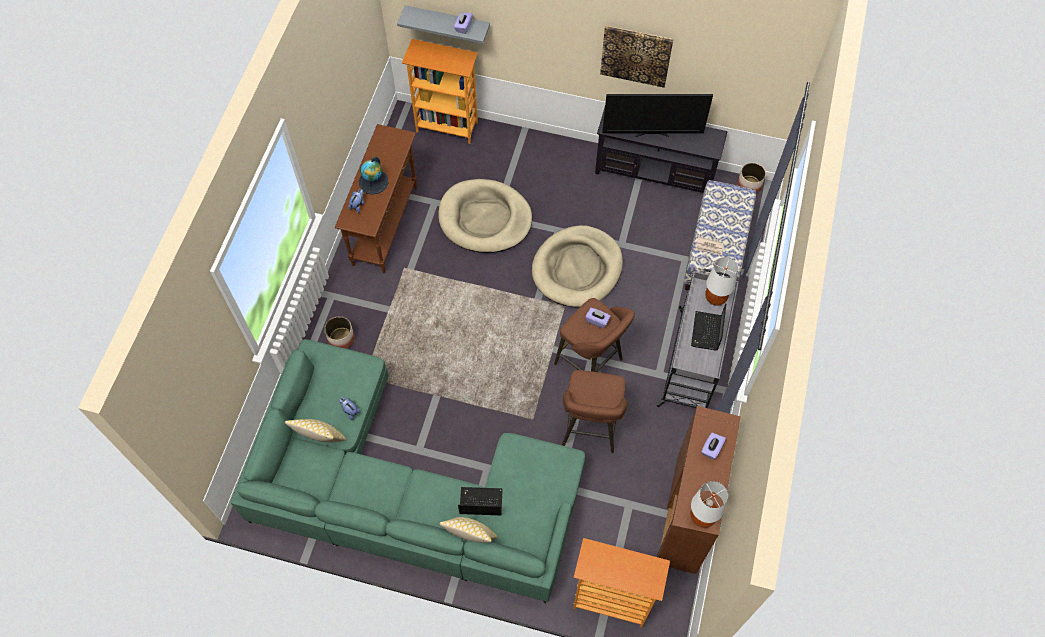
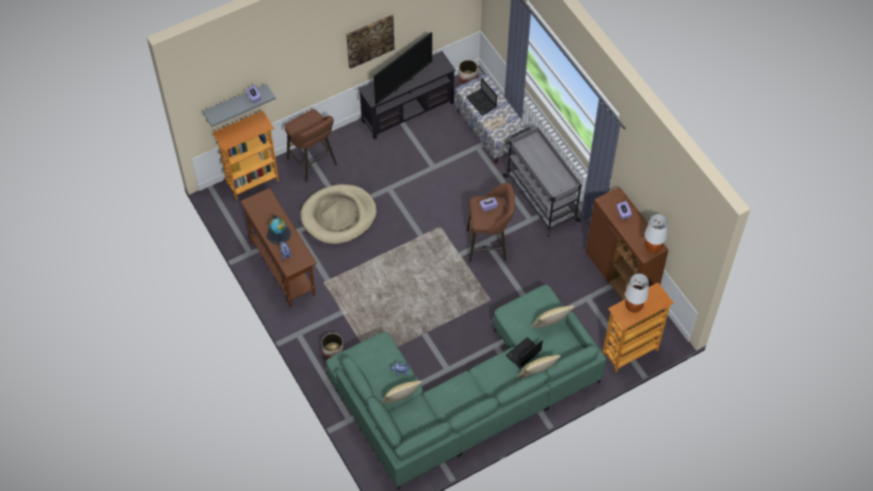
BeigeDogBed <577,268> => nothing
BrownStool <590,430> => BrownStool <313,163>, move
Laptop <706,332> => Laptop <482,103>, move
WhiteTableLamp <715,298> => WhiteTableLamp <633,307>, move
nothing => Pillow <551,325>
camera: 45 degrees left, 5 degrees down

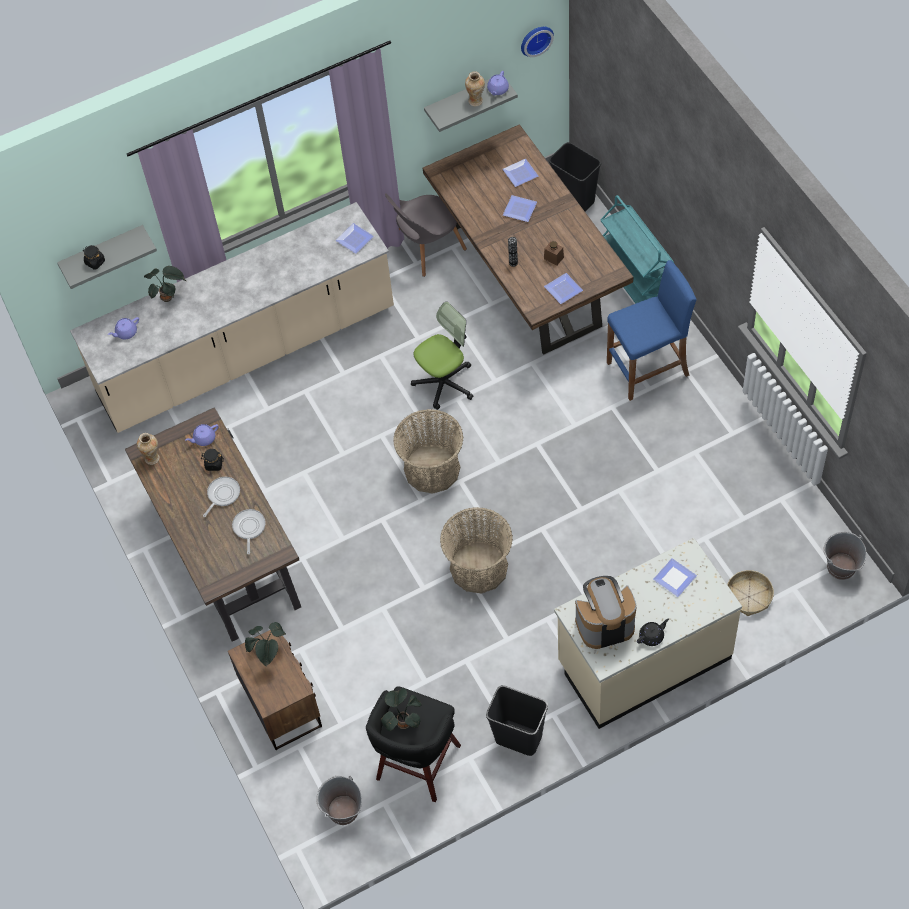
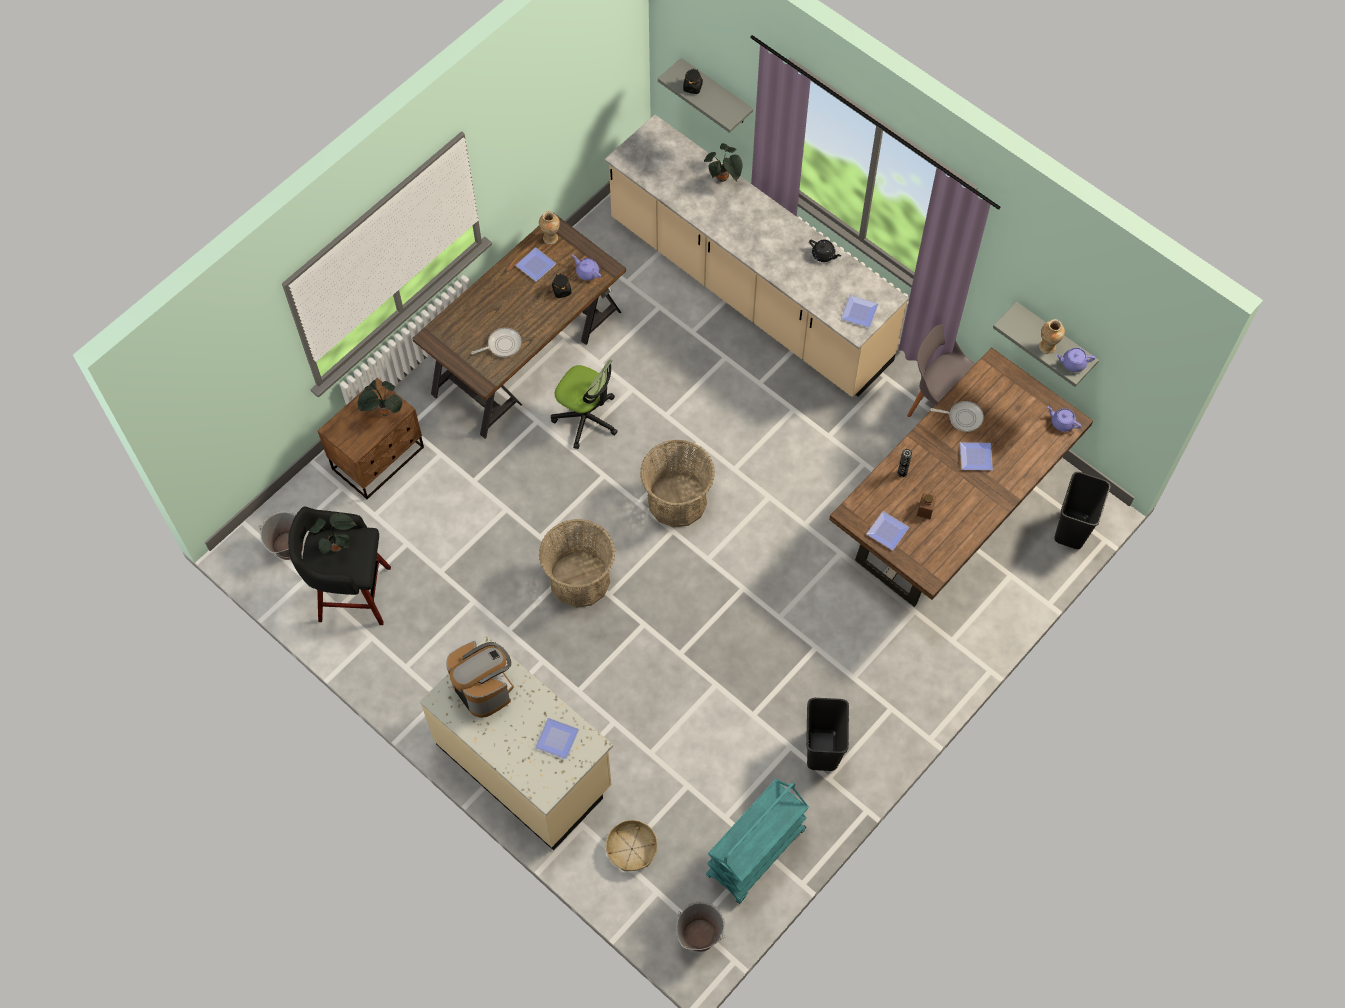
PurpleTeapot <126,332> => PurpleTeapot <1062,422>, move
FryingPan <222,495> => FryingPan <963,417>, move
OfficeChair <444,383> => OfficeChair <586,418>, move
BlackTrashCan <518,738> => BlackTrashCan <821,749>, move
Plate <519,173> => Plate <535,264>, move
WallClock <535,39> => nothing
TurquoiseCart <635,281> => TurquoiseCart <756,854>, move
BlueStool <648,369> => nothing
BlackTeapot <652,636> => BlackTeapot <824,255>, move
camera: 65 degrees right, 5 degrees up

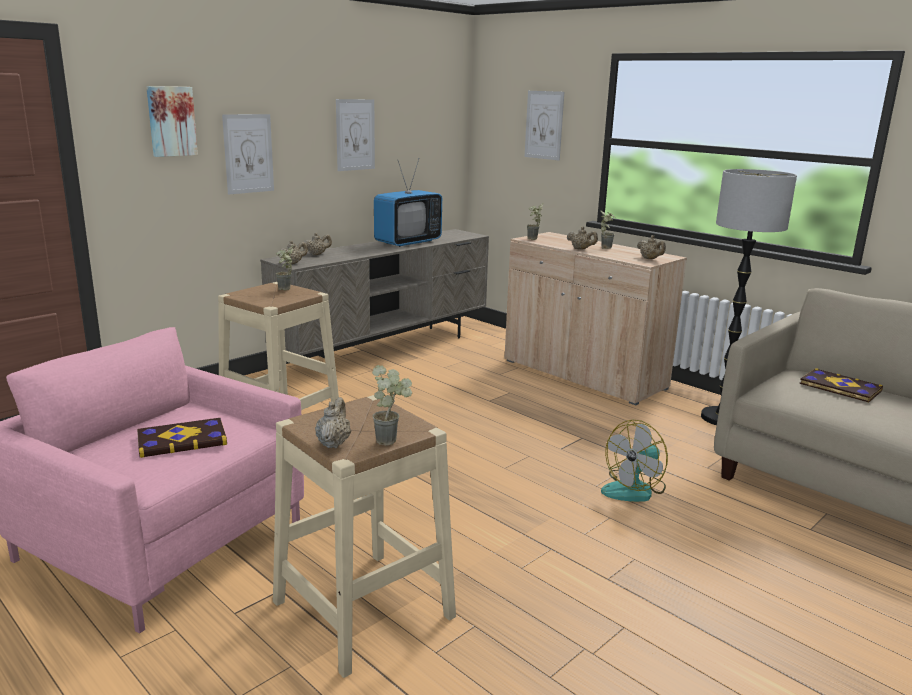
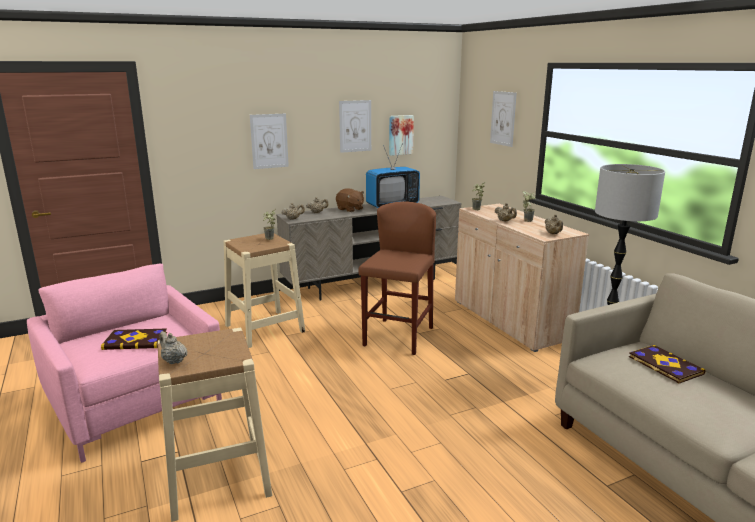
Picture <171,121> => Picture <400,135>, move
BeigeTeapot <333,443> => BeigeTeapot <173,361>, 75 degrees counterclockwise
PottedPlant <392,440> => nothing
Fan <634,489> => nothing
nothing => BrownPlushToy <350,209>
nothing => BrownStool <398,336>
camera: 20 degrees right, 0 degrees up

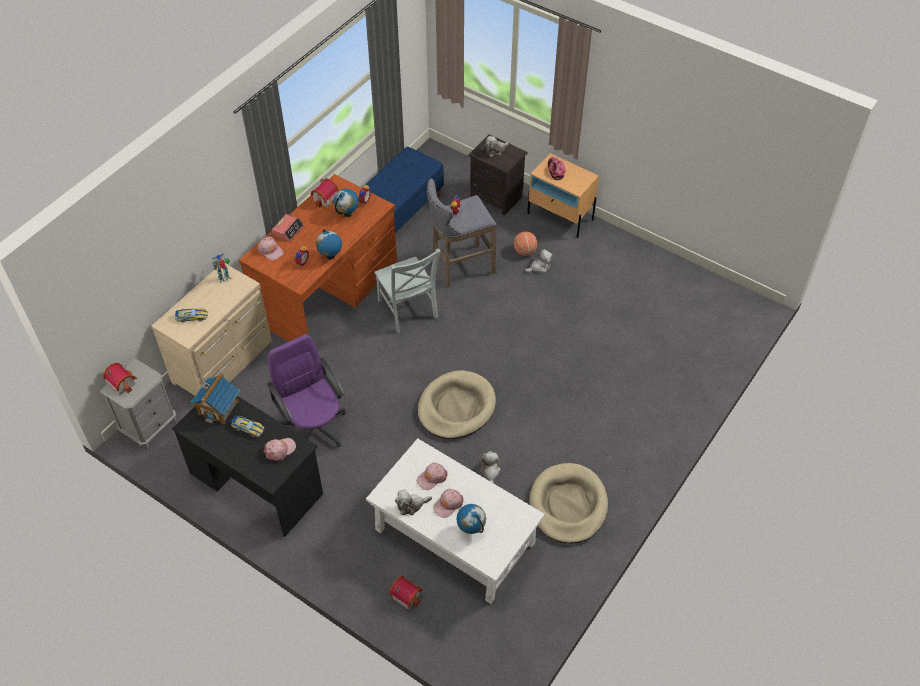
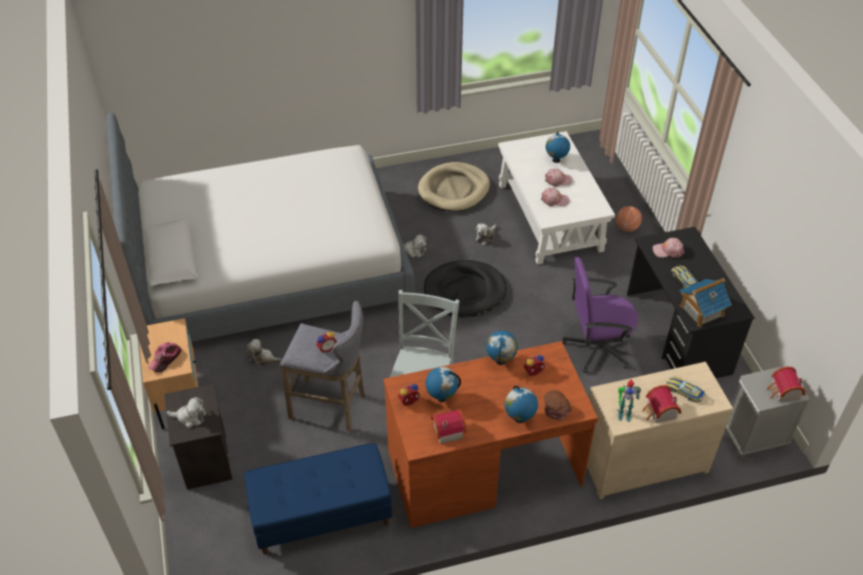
PinkCap <270,250> => BrownCap <556,406>
PurpleOfficeChair <314,427> => PurpleOfficeChair <596,347>, 75 degrees clockwise
AlarmClock <288,230> => Globe <519,419>
ToyHouse <407,595> => ToyHouse <659,413>, move
PlushToy <411,505> => PlushToy <414,250>, move
BeigeDogBed <456,407> => BlackDogBed <465,291>
Basketball <524,251> => Basketball <627,227>, move
nothing => Bed <271,268>
camera: 140 degrees left, 5 degrees down

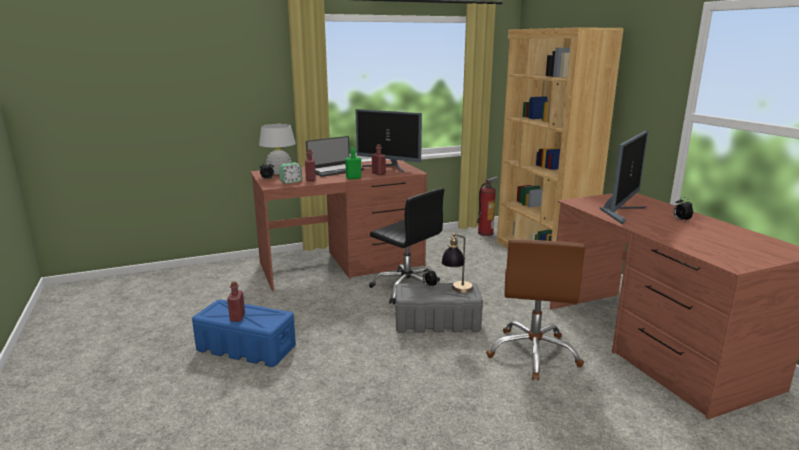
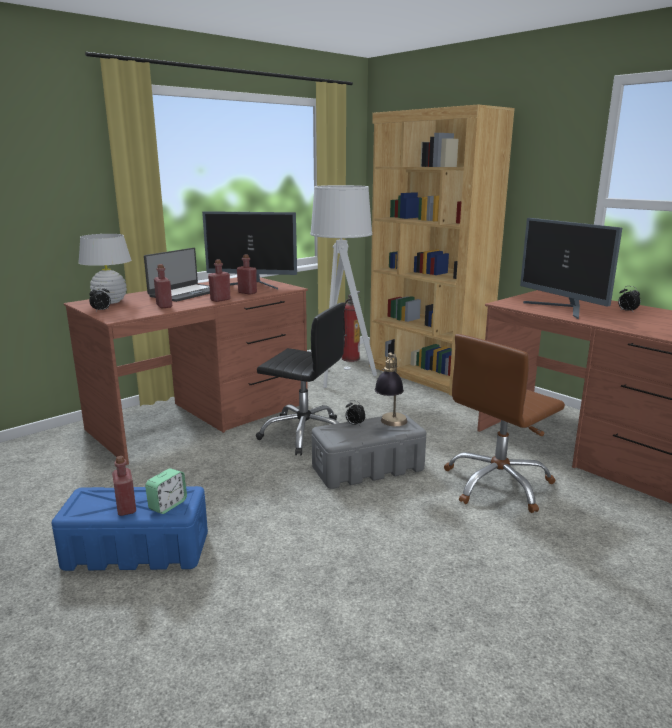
AlarmClock <291,182> => AlarmClock <168,505>, move
GreenBottle <353,178> => RedBottle <220,300>
BrownOfficeChair <533,353> => BrownOfficeChair <498,484>, 60 degrees clockwise
Monitor <620,212> => Monitor <562,309>, 135 degrees clockwise
nothing => GreyFloorLamp <341,376>
camera: 20 degrees left, 0 degrees up

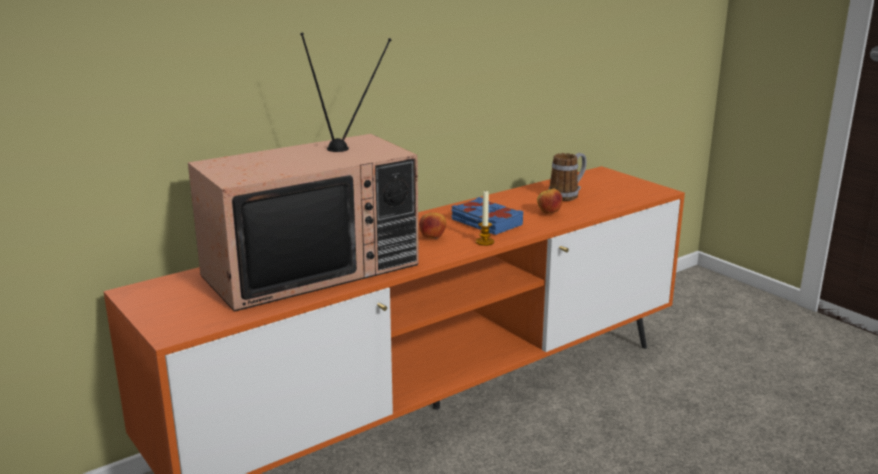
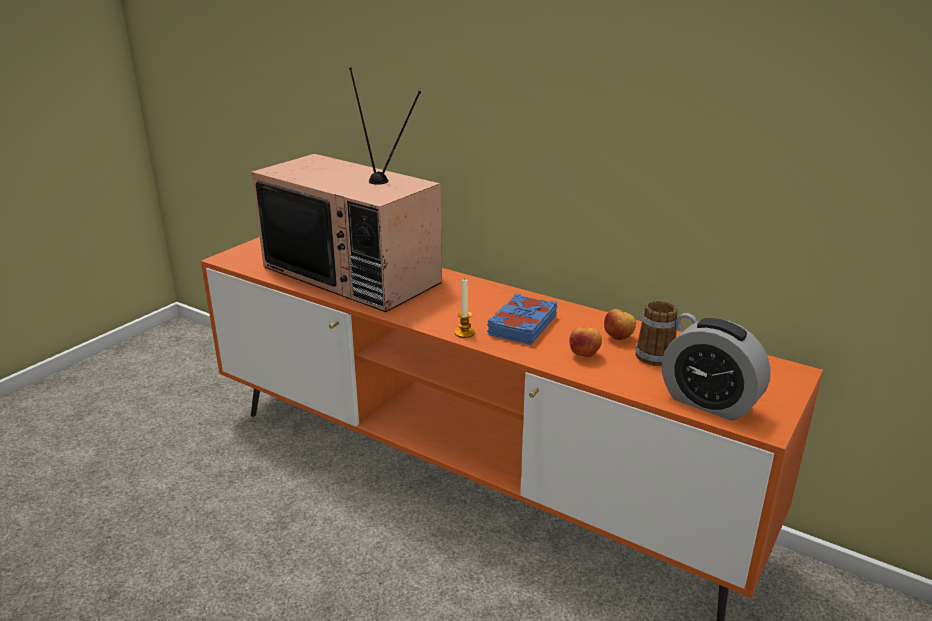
Apple <432,238> => Apple <619,338>, move
nothing => AlarmClock <709,402>
camera: 70 degrees right, 5 degrees up

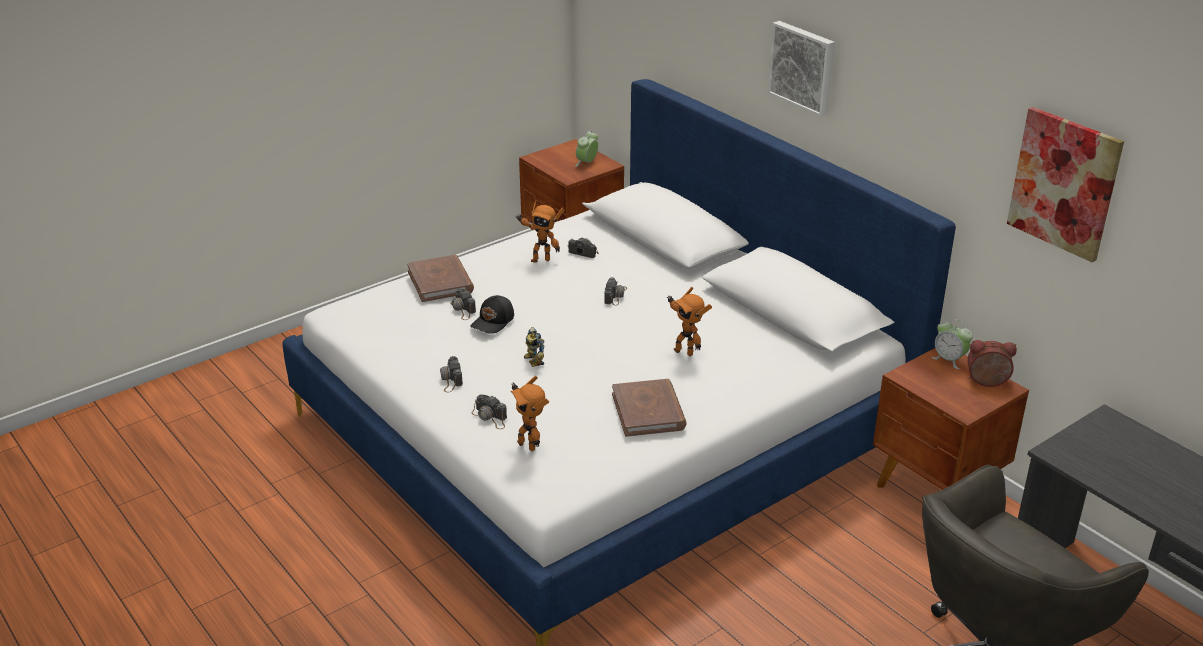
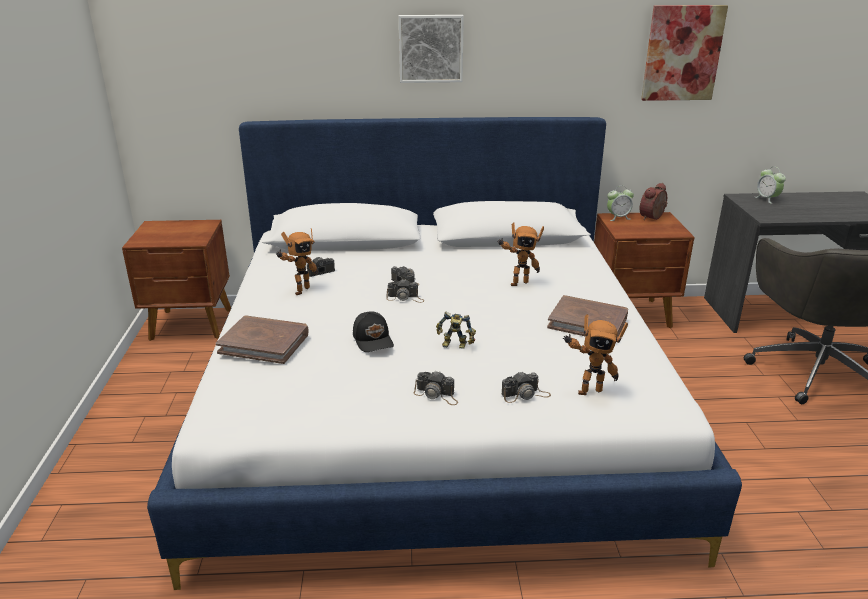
PhotoCamera <463,309> => PhotoCamera <405,298>, move
AlarmClock <587,163> => AlarmClock <767,199>, move
camera: 55 degrees left, 5 degrees down

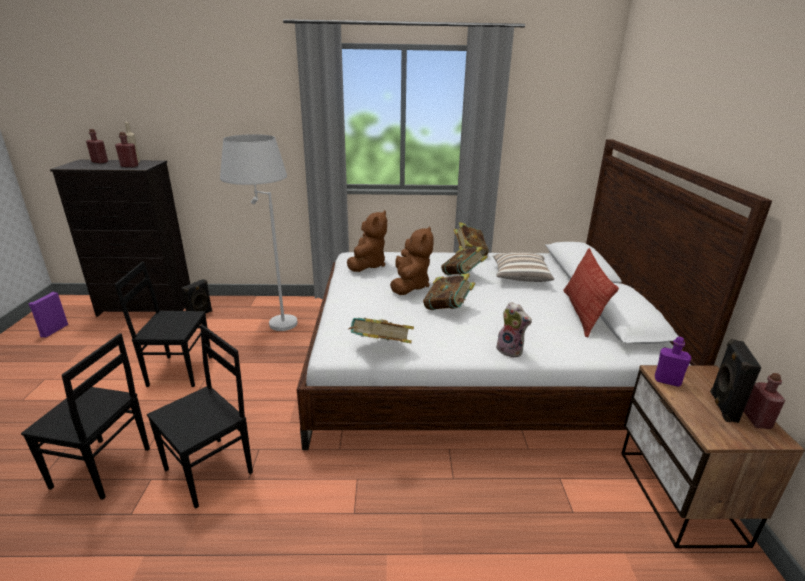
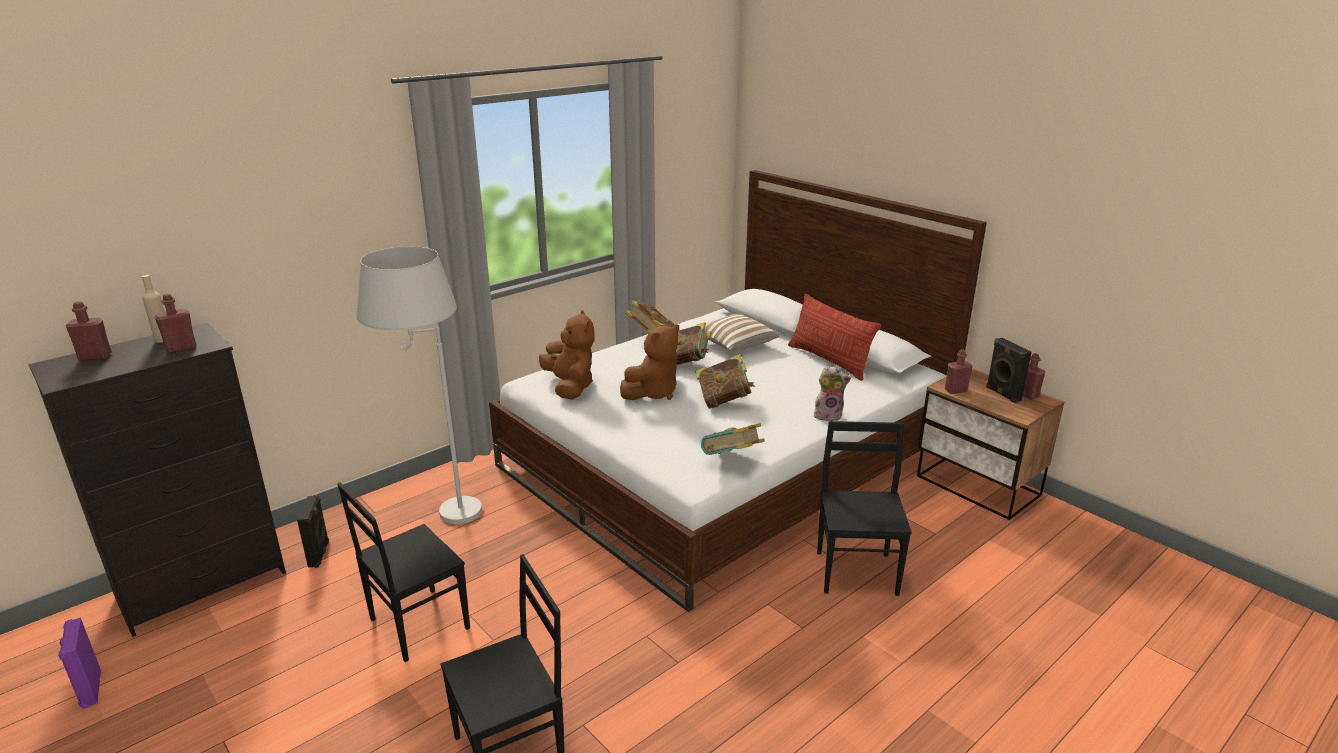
BlackChair <210,471> => BlackChair <857,572>, move
BrownPlushToy <410,286> => BrownPlushToy <653,392>, 75 degrees clockwise
PurpleBottle <667,381> => RedBottle <955,390>
camera: 40 degrees left, 0 degrees up

